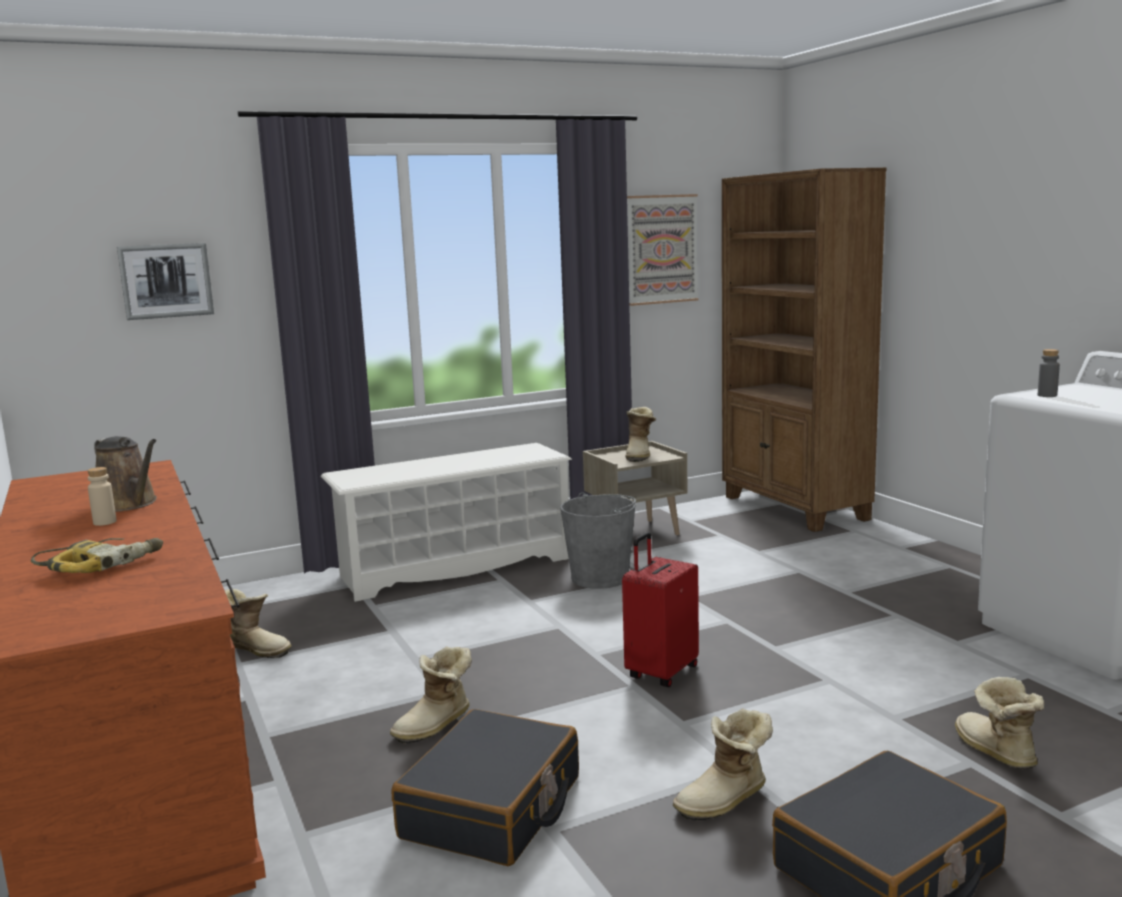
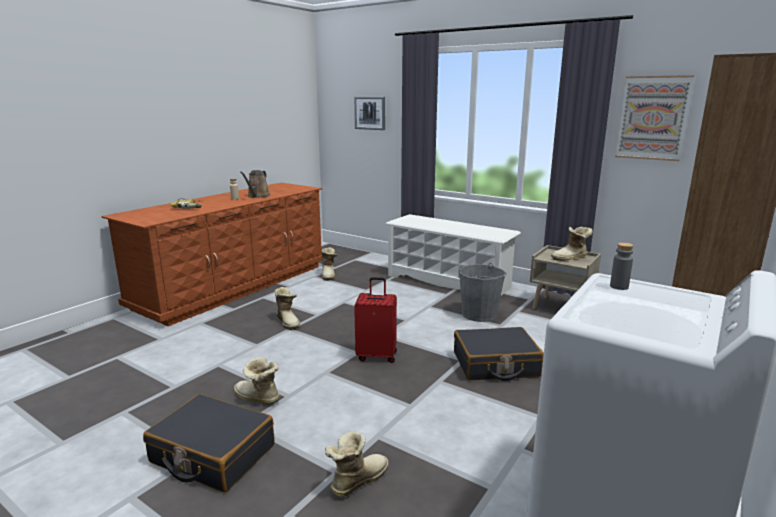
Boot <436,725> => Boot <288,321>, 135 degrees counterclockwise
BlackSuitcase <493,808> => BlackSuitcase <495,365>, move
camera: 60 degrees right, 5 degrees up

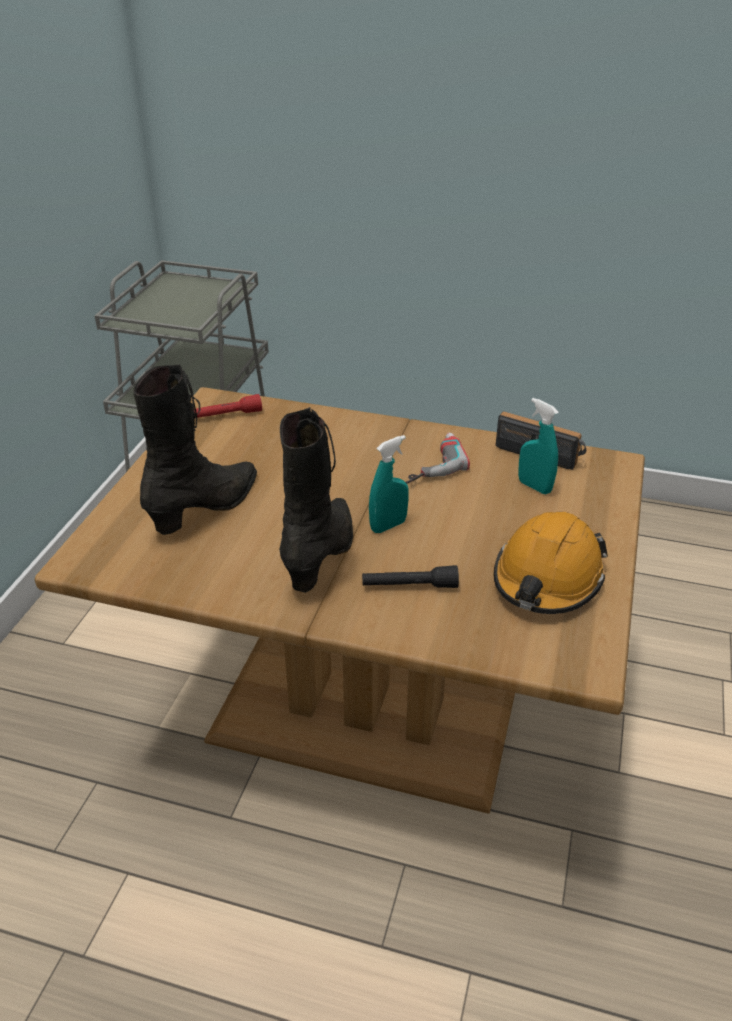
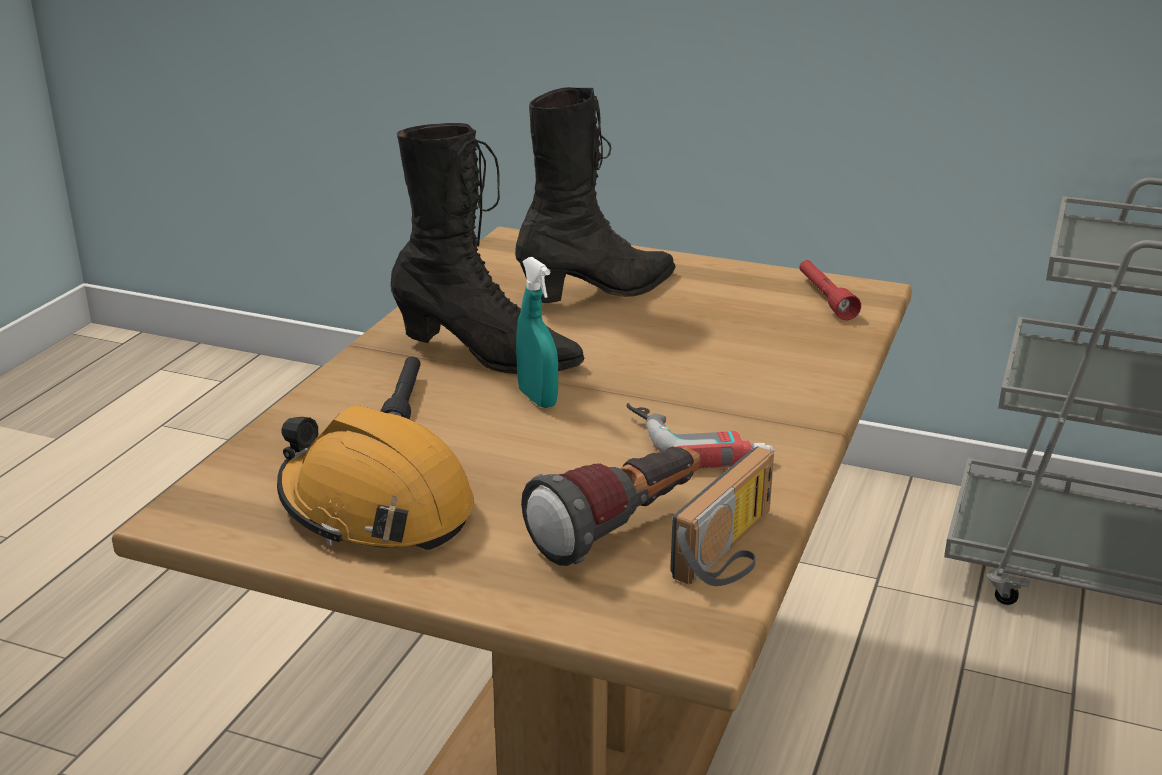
BlackBoot <206,508> => BlackBoot <600,292>, 75 degrees counterclockwise
TurquoiseSprayBottle <534,486> => Flashlight <620,529>
camera: 95 degrees right, 10 degrees down

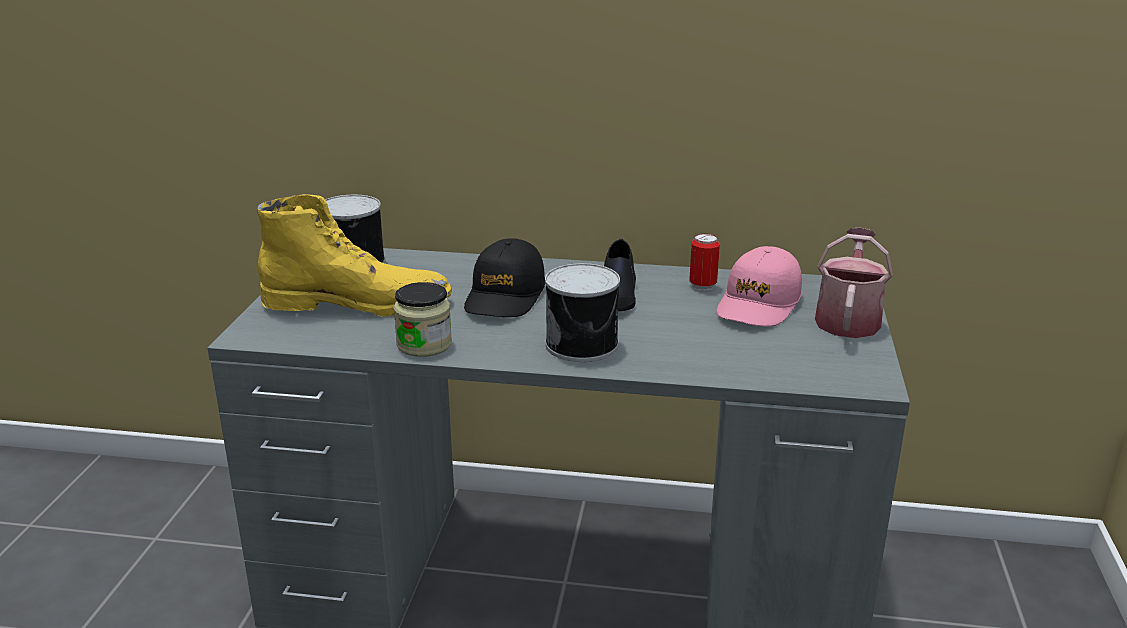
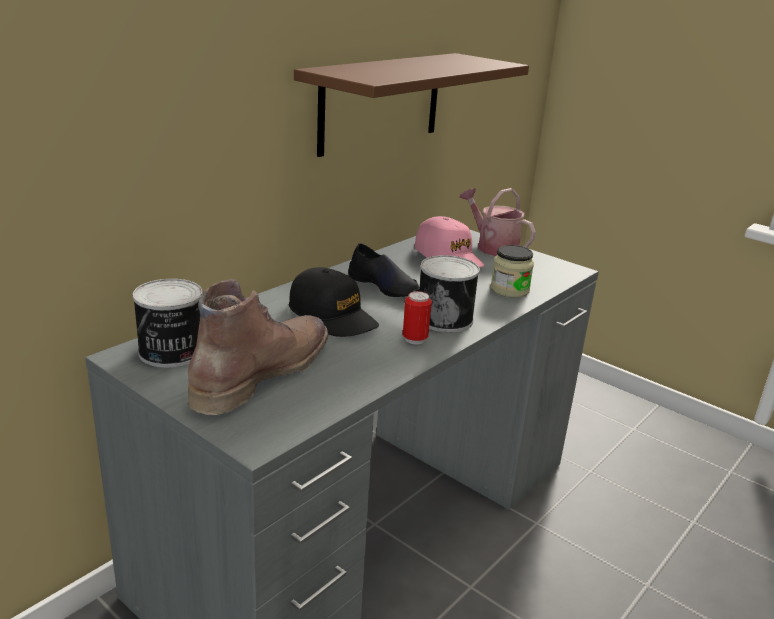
YellowBoot <359,302> => BrownBoot <261,372>
Jar <424,344> => Jar <509,289>, move
Can <702,286> => Can <415,339>, move
nothing => BrownShelf <381,102>
camera: 60 degrees left, 0 degrees up

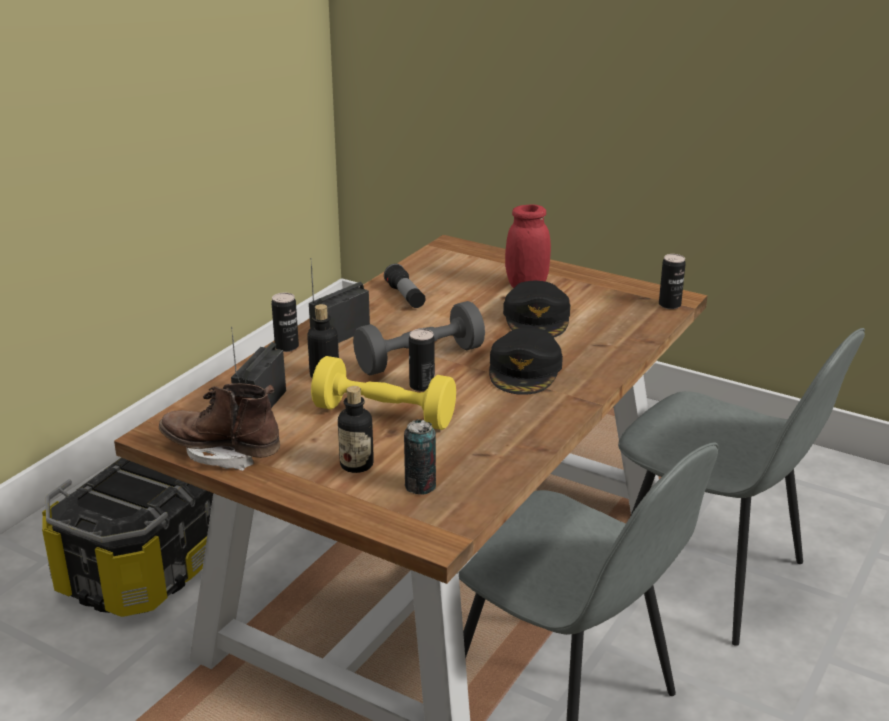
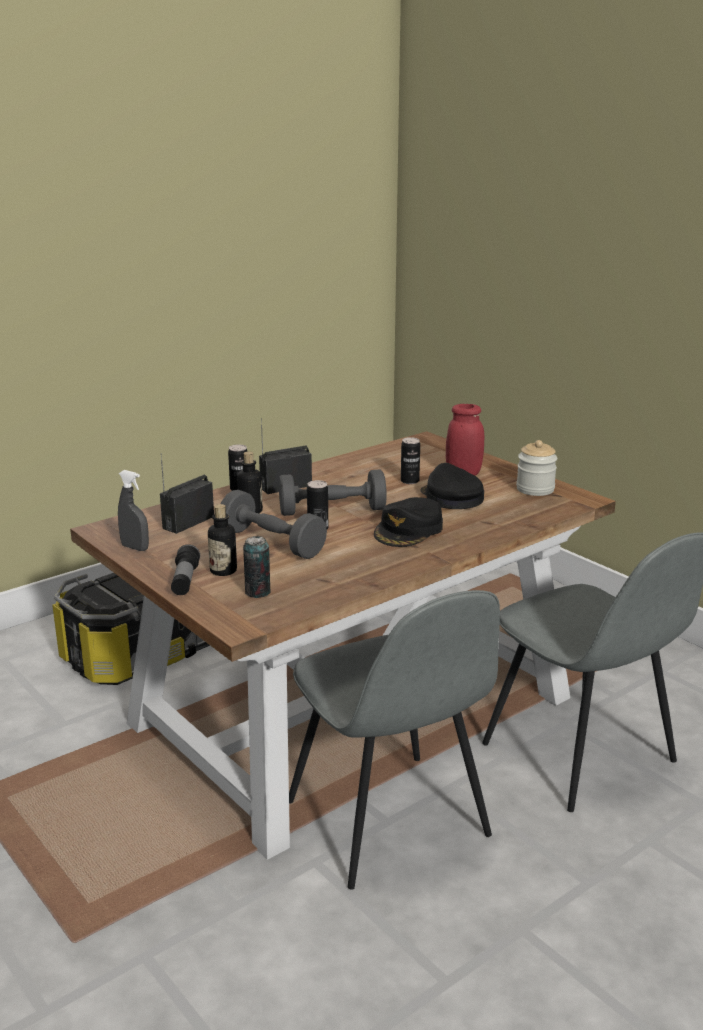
BrownBoot <222,453> => GreySprayBottle <135,548>
YellowDumbbell <384,415> => GreyDumbbell <272,543>
Flashlight <405,296> => Flashlight <185,581>, move
BlackCap <537,318> => BlackCap <451,497>, 135 degrees clockwise
Can <669,305> => Can <409,481>, move
nothing => Jar <535,489>
camera: 20 degrees right, 5 degrees down

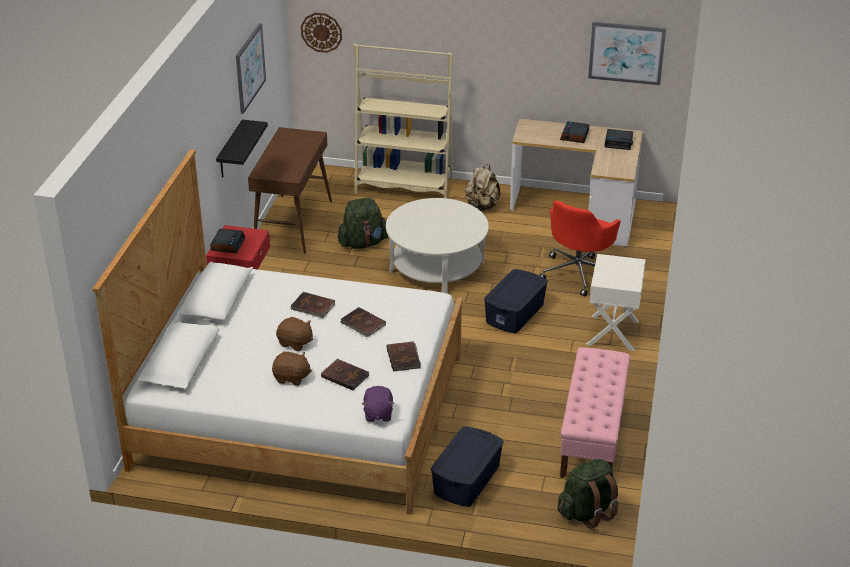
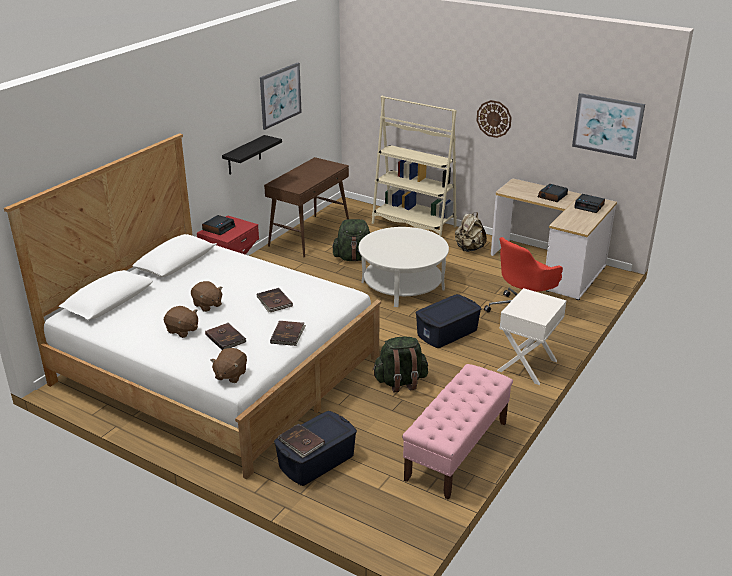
BrownBook <313,307> => BrownBook <301,442>, move
WallClock <321,32> => WallClock <494,118>, move
PurplePlushToy <378,414> => BrownPlushToy <230,375>
GreenBackpack <587,512> => GreenBackpack <400,382>, move
camera: 20 degrees right, 5 degrees down

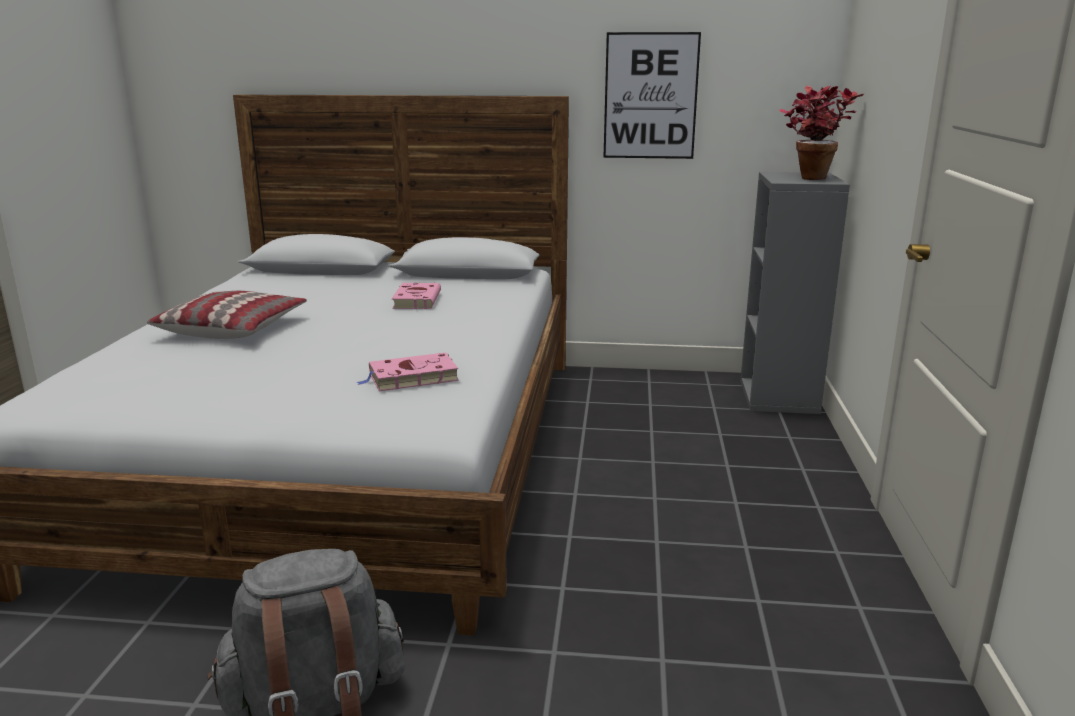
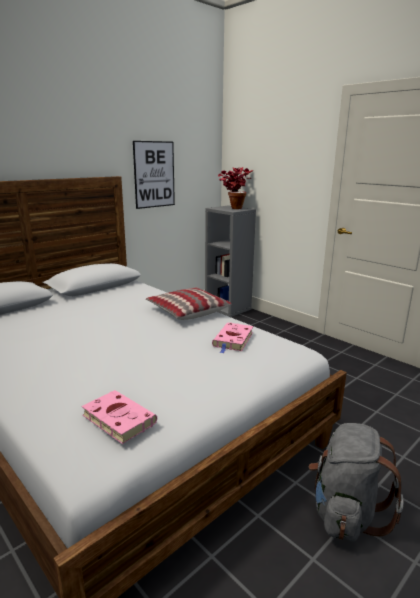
Pillow <232,328> => Pillow <187,311>, move
PinkBook <417,300> => PinkBook <117,418>, move
camera: 50 degrees left, 0 degrees up

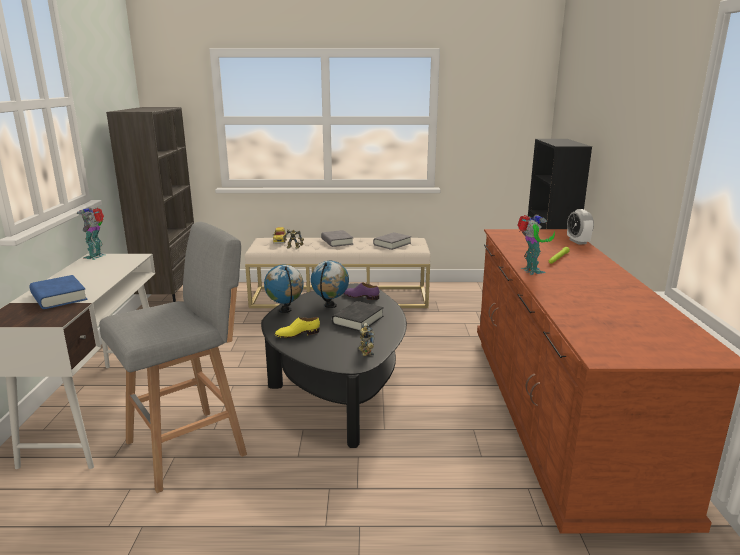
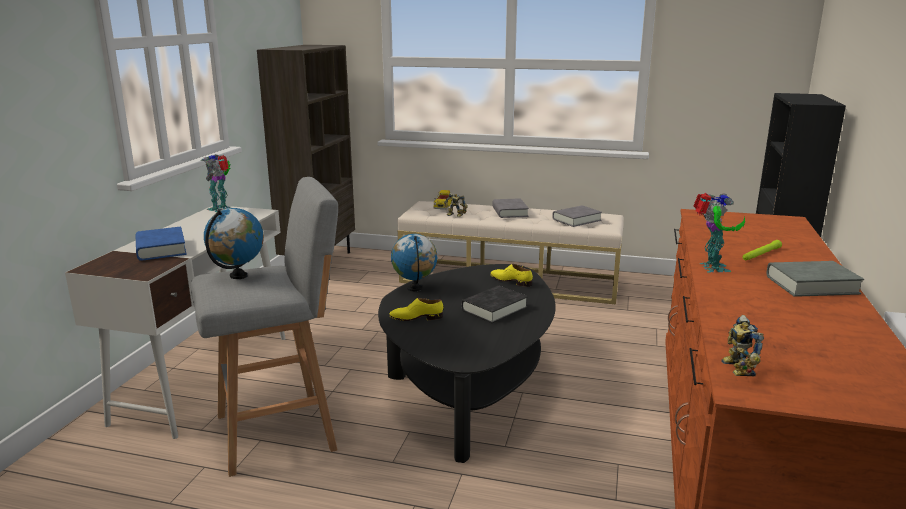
Globe <330,306> => Globe <238,276>, move
PurpleShoe <361,297> => YellowShoe <511,281>
ToyRobot <364,352> => ToyRobot <735,369>, move
AlarmClock <577,241> => nothing
nothing => GreyBook <811,285>
camera: 15 degrees right, 0 degrees up

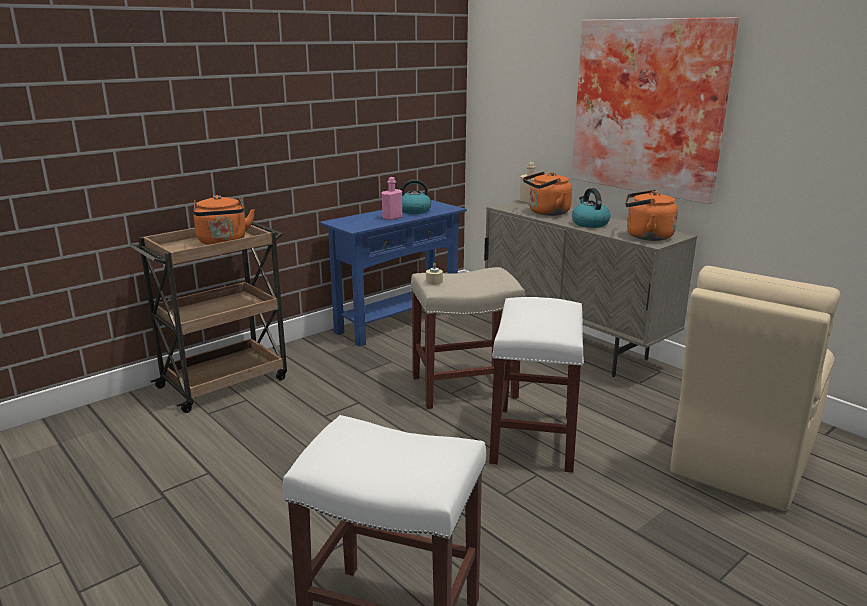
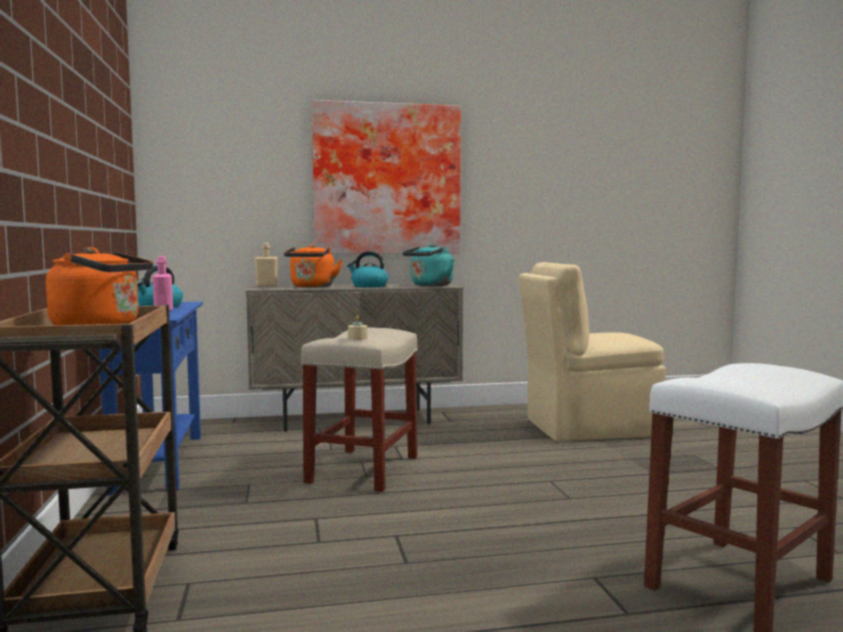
WhiteStool <534,439> => nothing
OrangeKettle <646,236> => TurquoiseKettle <429,285>
BeigeChair <741,460> => BeigeChair <588,428>, 105 degrees clockwise
camera: 60 degrees left, 15 degrees down

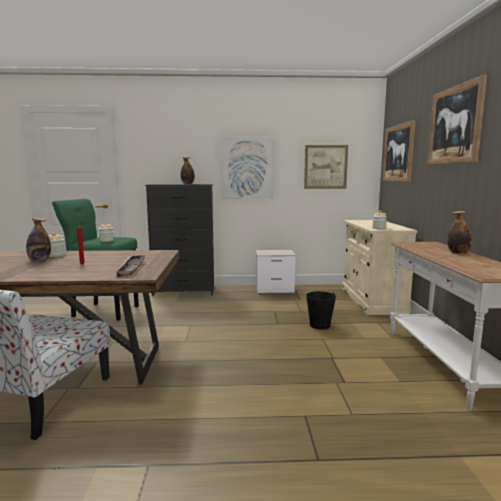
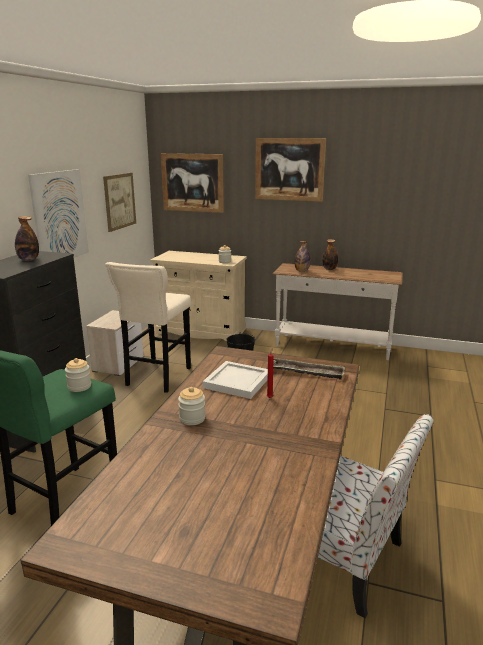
Bottle <39,260> => Bottle <301,271>, move
nothing => BeigeStool <157,378>
nothing => WhiteTray <237,381>
camera: 70 degrees left, 10 degrees up

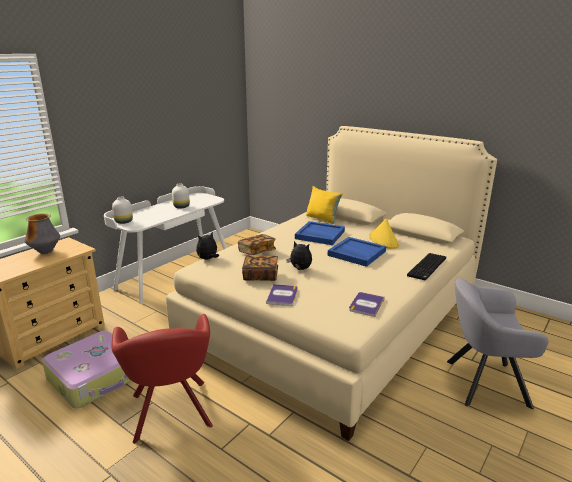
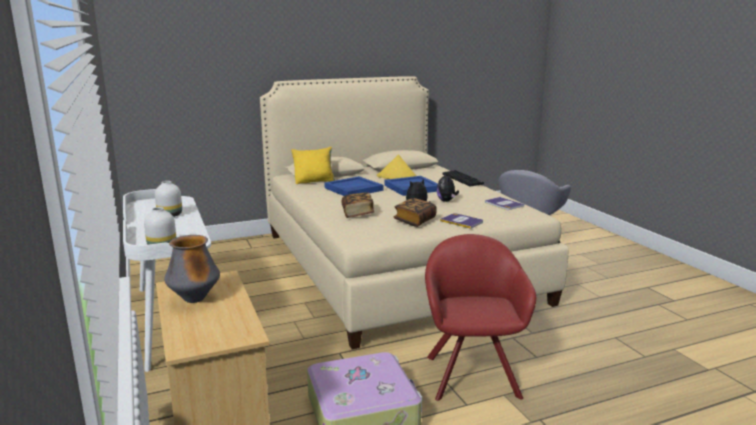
RedArmchair <171,414> => RedArmchair <471,372>, 105 degrees counterclockwise
PlushToy <208,259> => PlushToy <446,201>, move
camera: 60 degrees left, 5 degrees down

